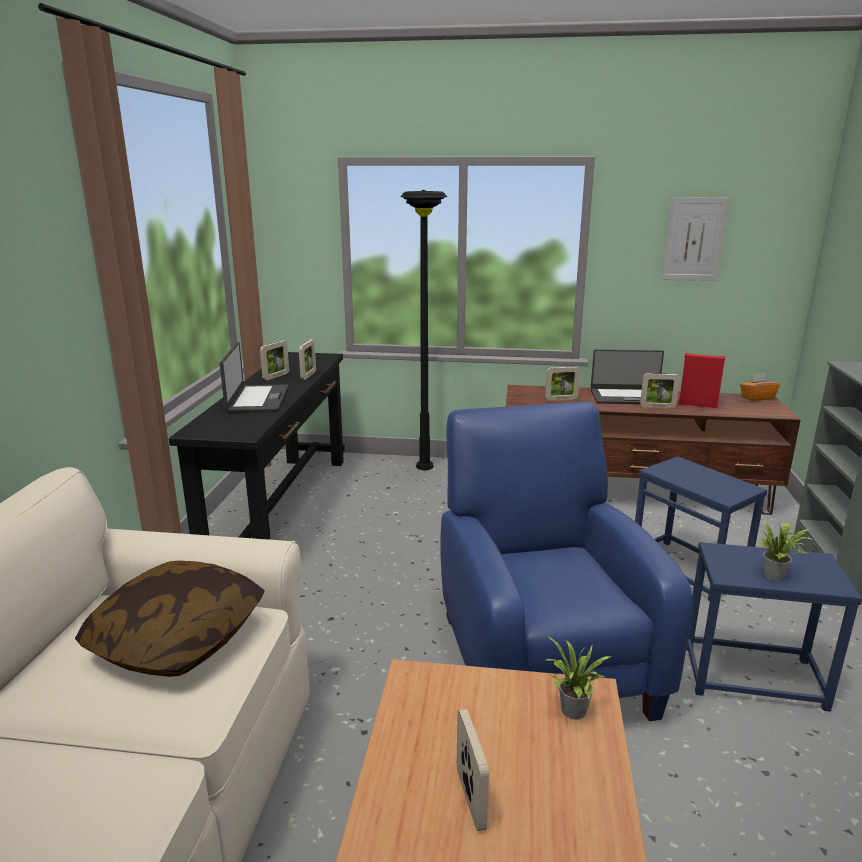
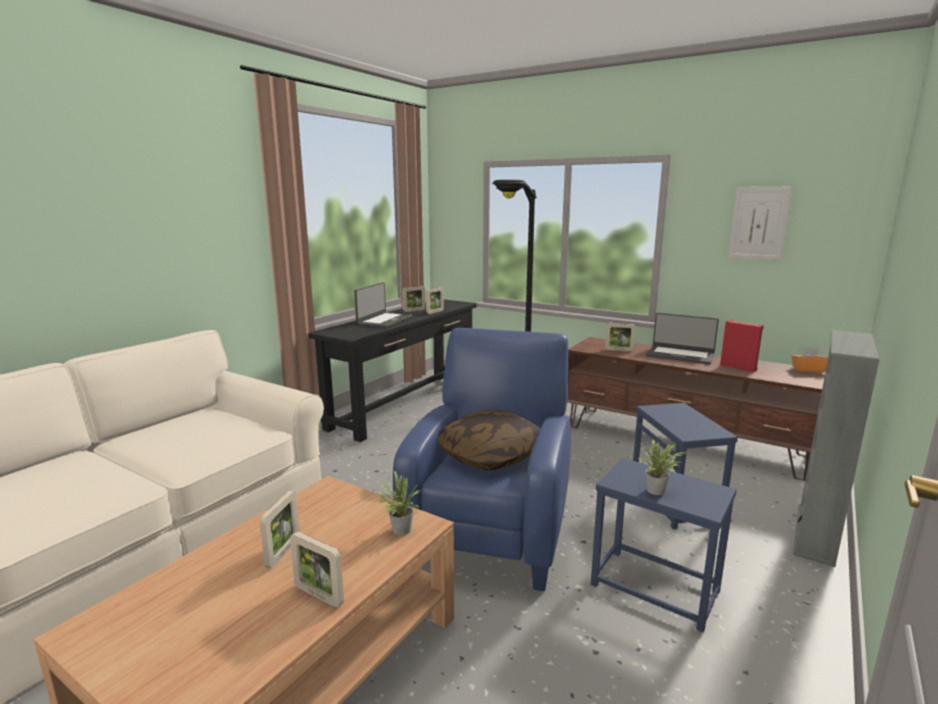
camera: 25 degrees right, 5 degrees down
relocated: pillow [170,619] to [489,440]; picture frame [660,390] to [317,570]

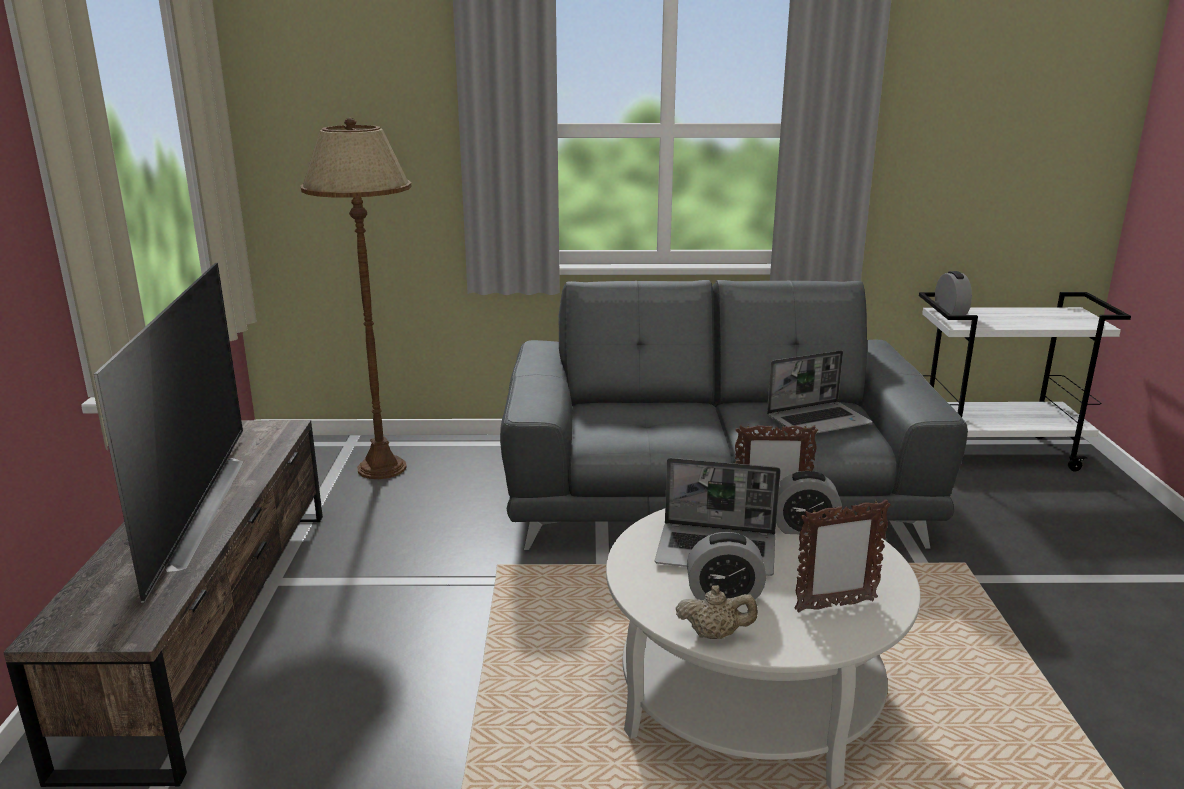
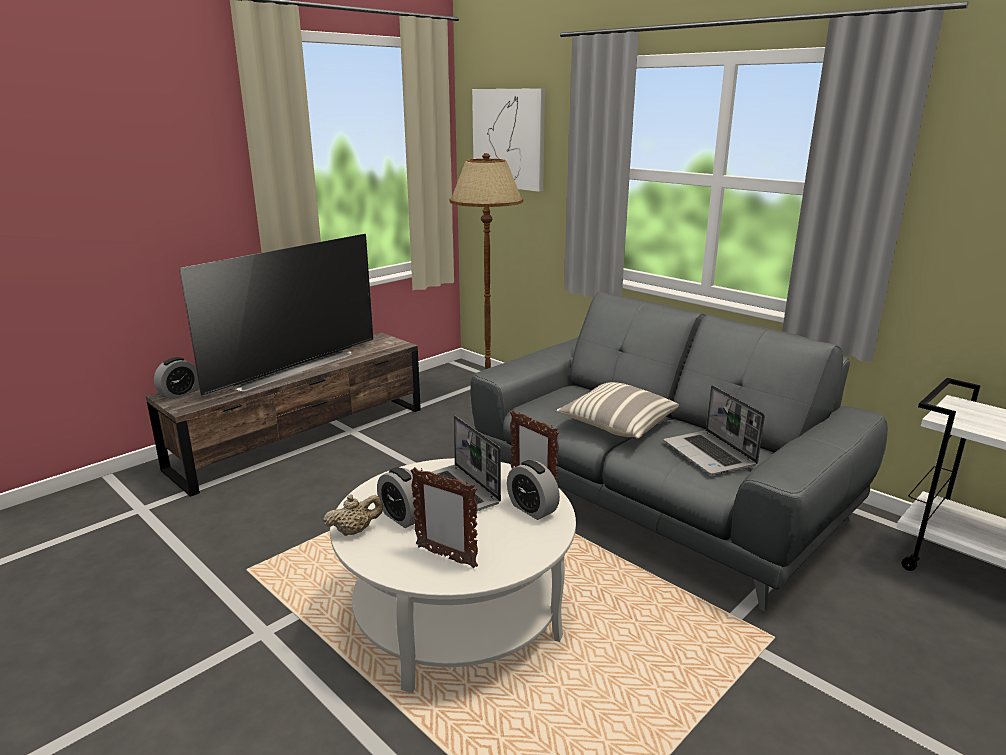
camera: 45 degrees right, 0 degrees up
appeared: picture [508,140]; pillow [617,410]
relocated: alarm clock [953,293] to [176,378]
spun: teapot (beige) [717,612] = [353,515] 75 degrees counterclockwise; laptop [819,392] = [714,430] 45 degrees clockwise

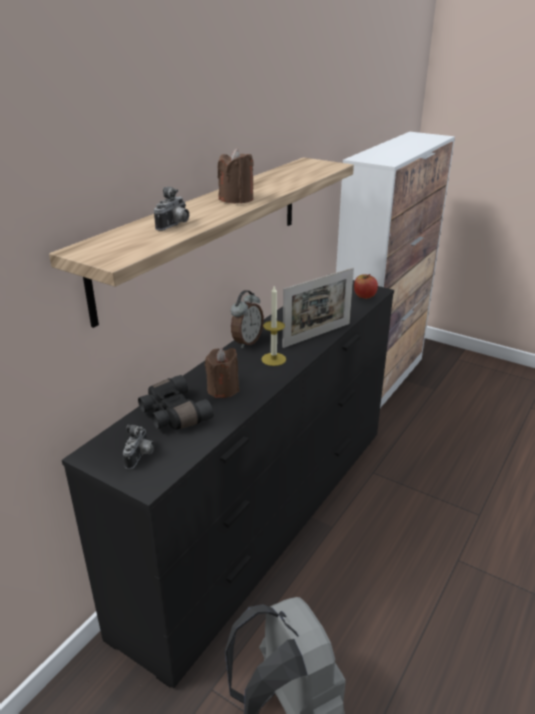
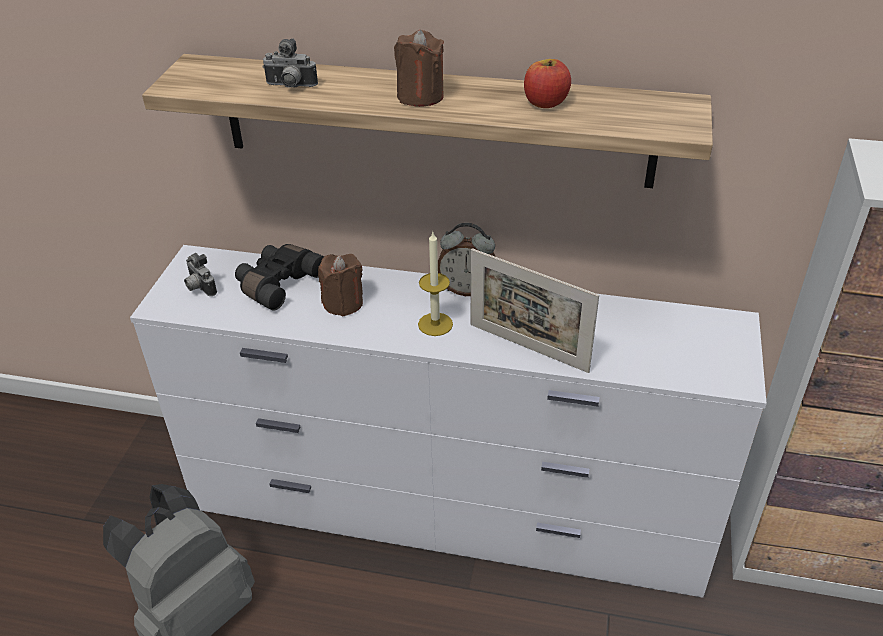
camera: 70 degrees right, 10 degrees up
relocated: apple [366,286] to [547,83]
colour: dresser (black) [228,481] to dresser (white) [448,421]
spun: photo camera [138,447] = [200,274] 60 degrees clockwise

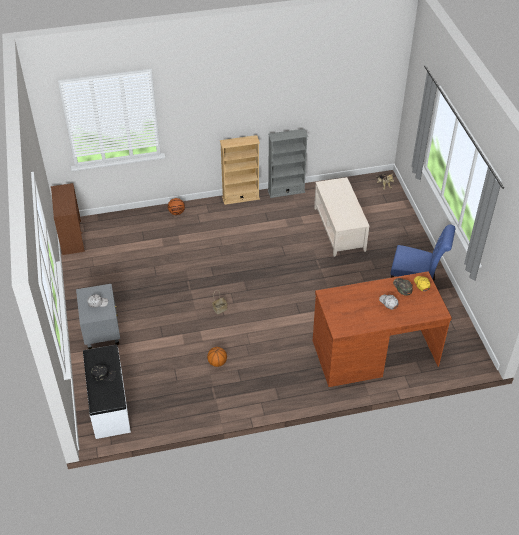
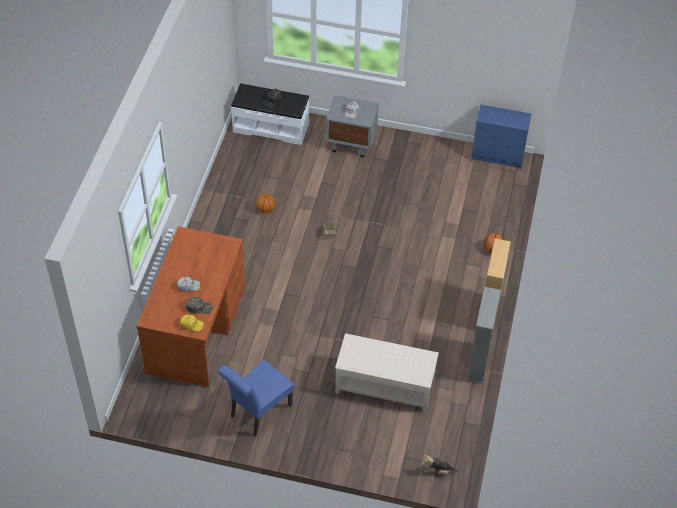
camera: 115 degrees right, 5 degrees up
colour: dresser (brown) [68,219] to dresser (blue) [501,137]

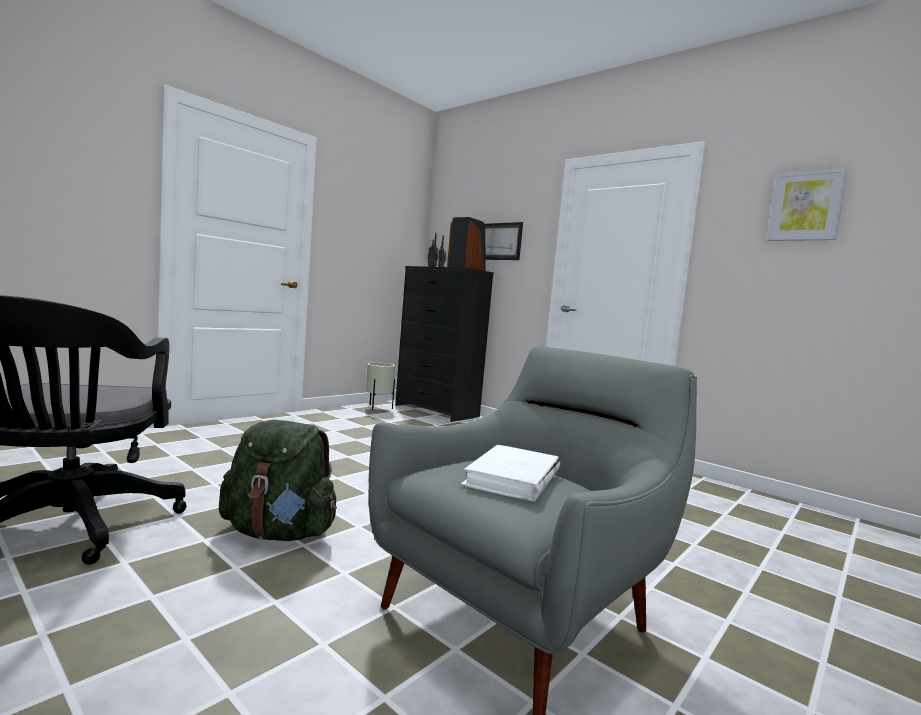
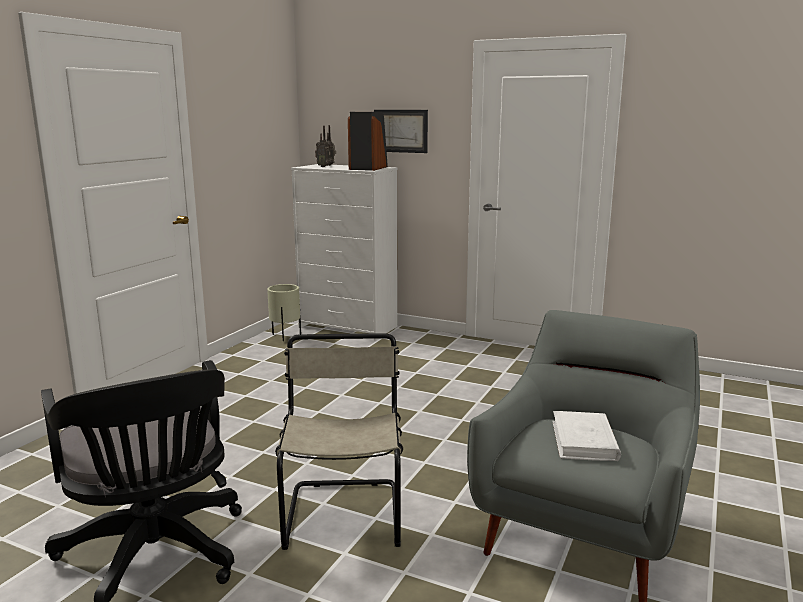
camera: 15 degrees left, 10 degrees up
missing: picture [807,204]
exchanged: backpack (green) [278,480] to chair (beige) [339,441]
colour: dresser (black) [444,344] to dresser (white) [344,252]

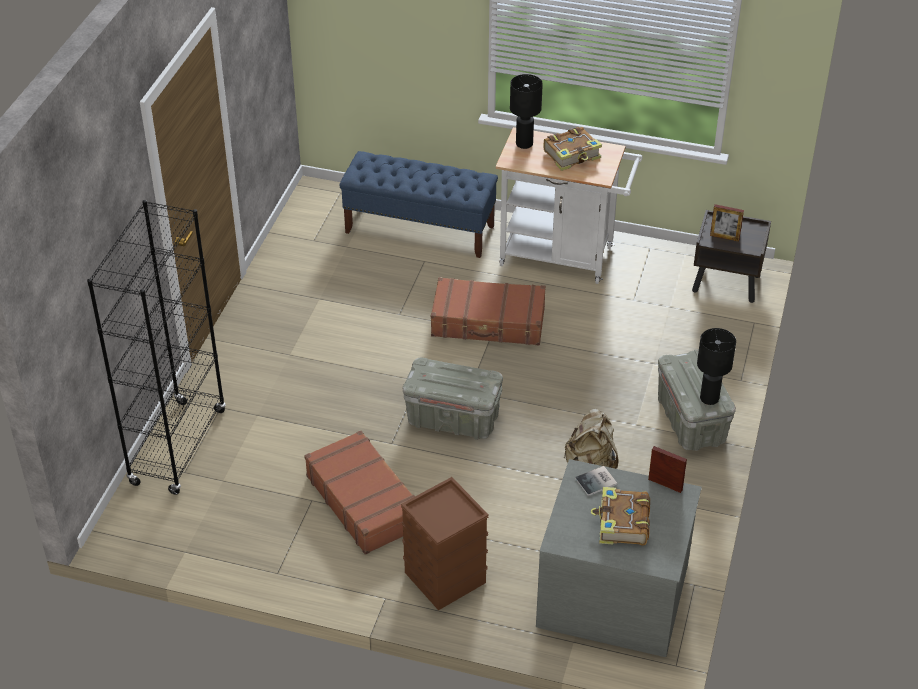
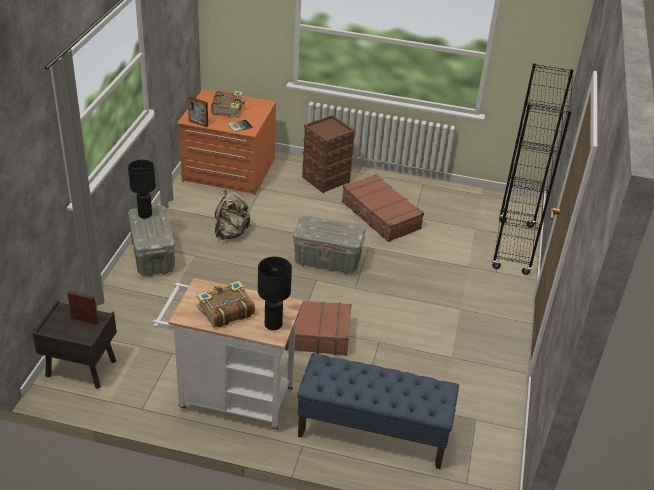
camera: 175 degrees right, 5 degrees down
colour: dresser (grey) [619,558] to dresser (orange) [226,142]

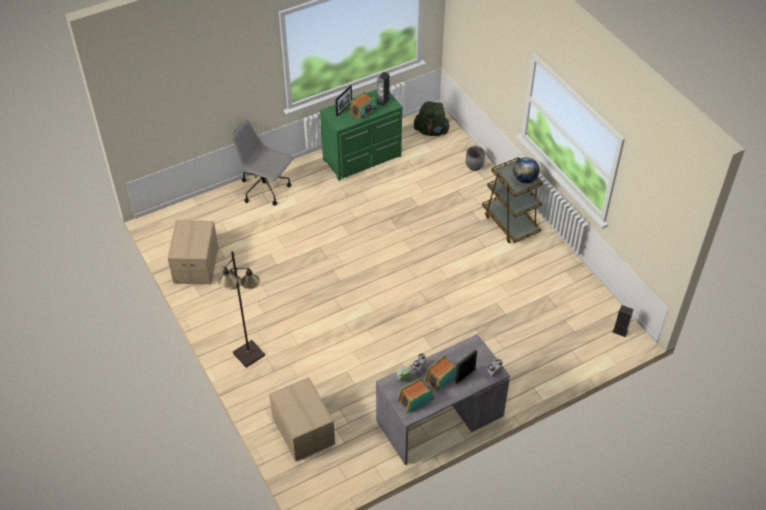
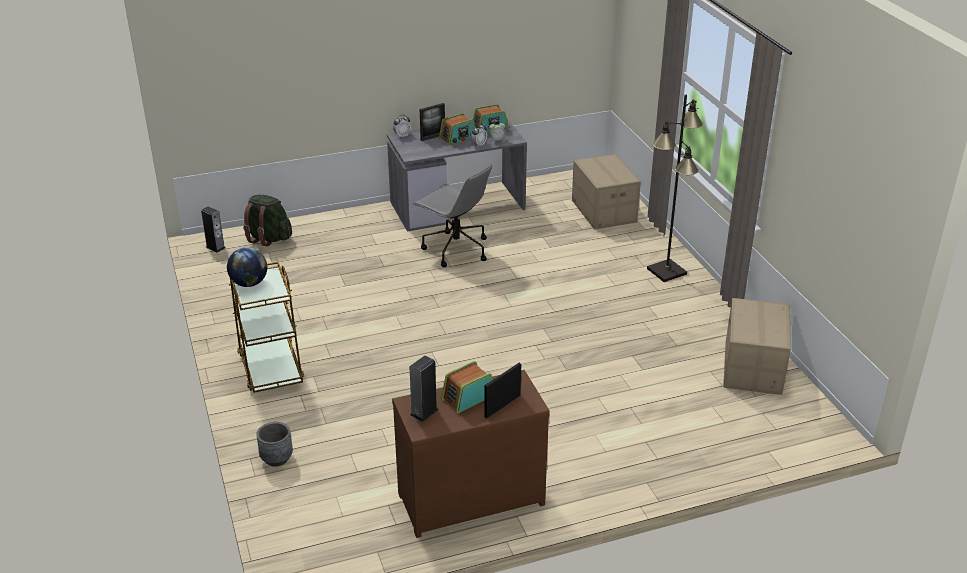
camera: 170 degrees left, 15 degrees down
relocated: office chair (grey) [263,163] to [452,215]; backpack (green) [432,118] to [267,221]
colour: dresser (green) [361,135] to dresser (brown) [471,454]

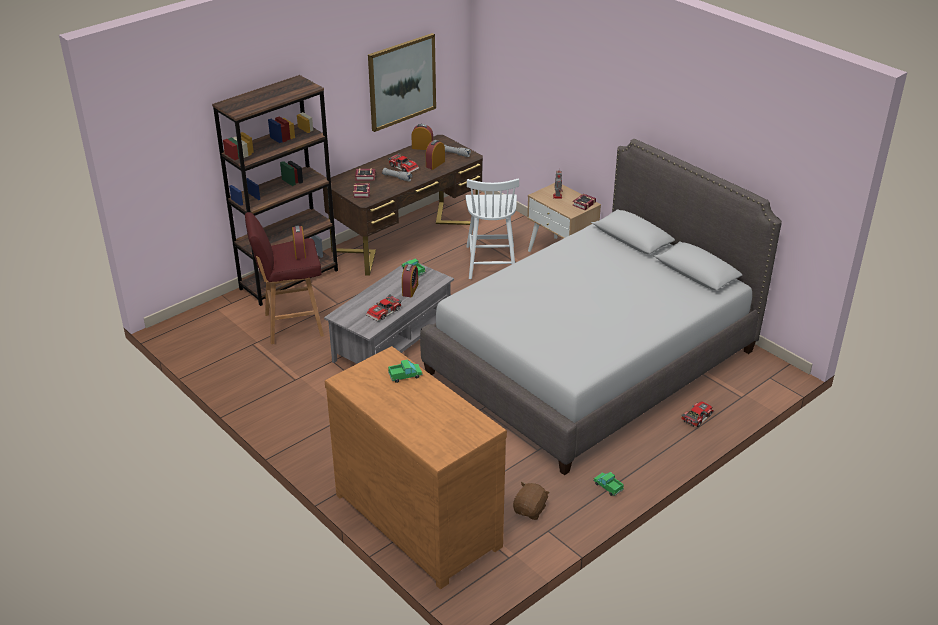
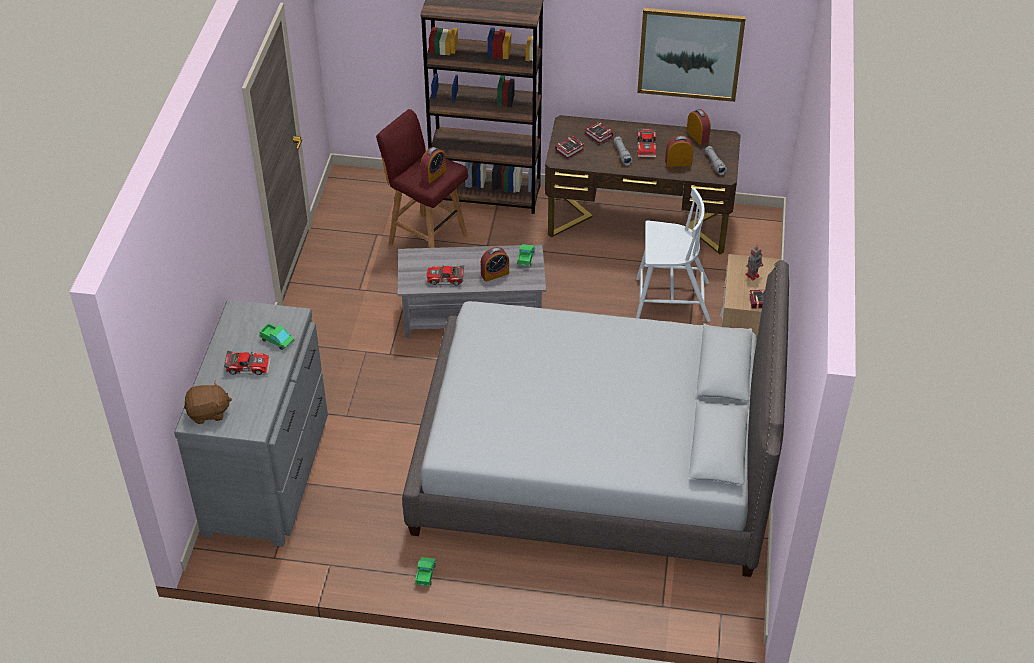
camera: 50 degrees right, 10 degrees up
relocated: plush toy (brown) [531,501] to [208,402]; toy car [697,414] to [247,363]
colour: dresser (brown) [416,467] to dresser (grey) [251,423]
spun: chair (white) [492,228] = [673,255] 135 degrees counterclockwise

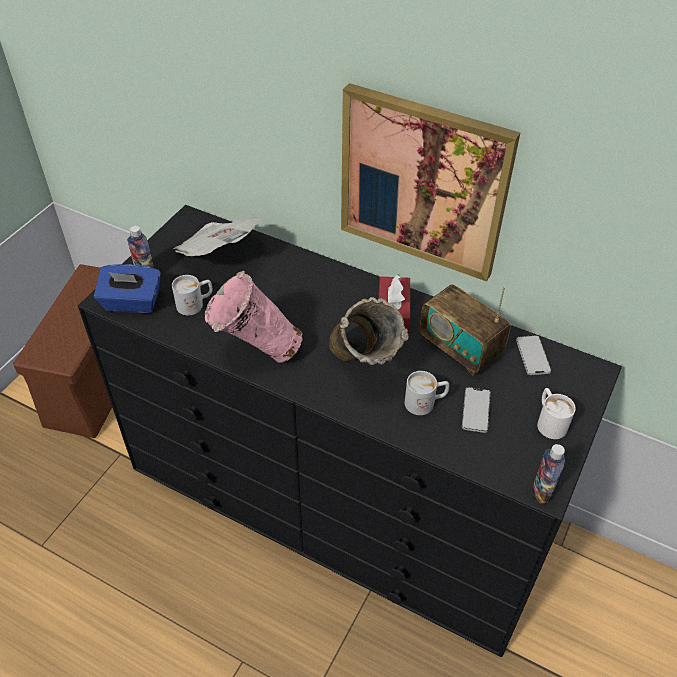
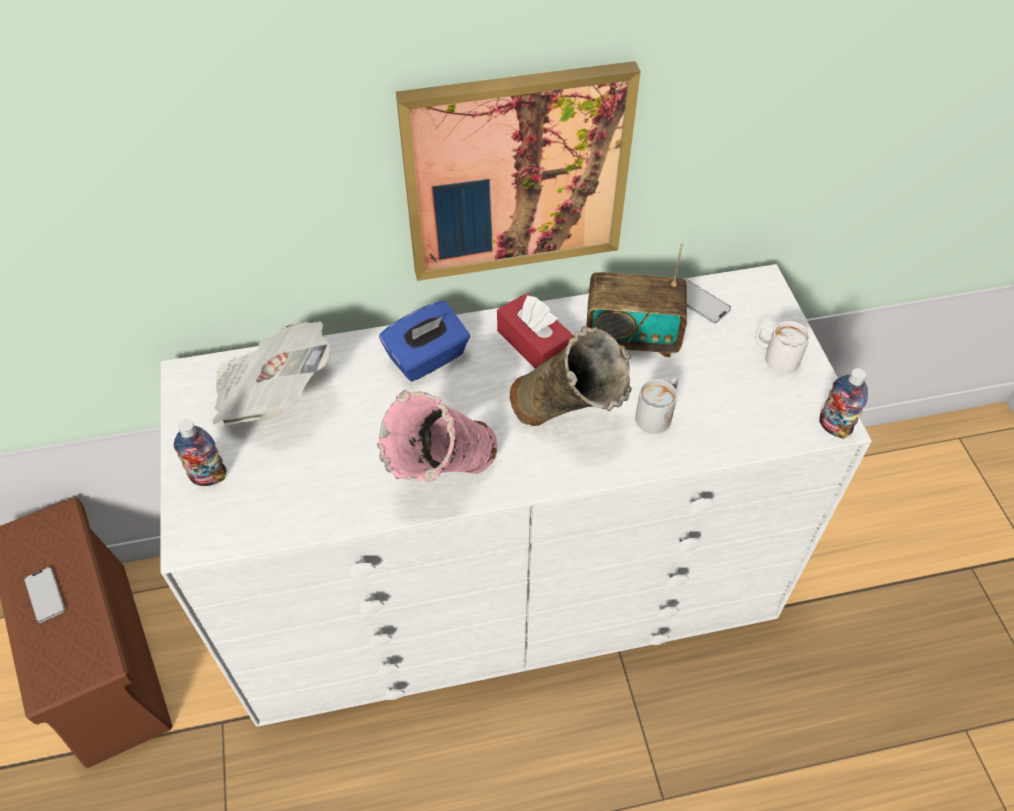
camera: 40 degrees left, 5 degrees up
missing: mug (white) [192,295]
relocated: tissue box (blue) [127,288] to [424,341]; phone [476,410] to [44,595]
colour: dresser (black) [350,431] to dresser (white) [516,495]

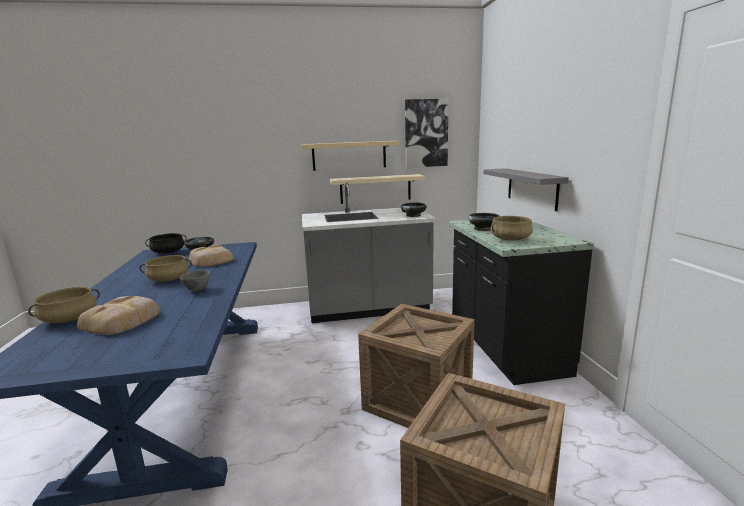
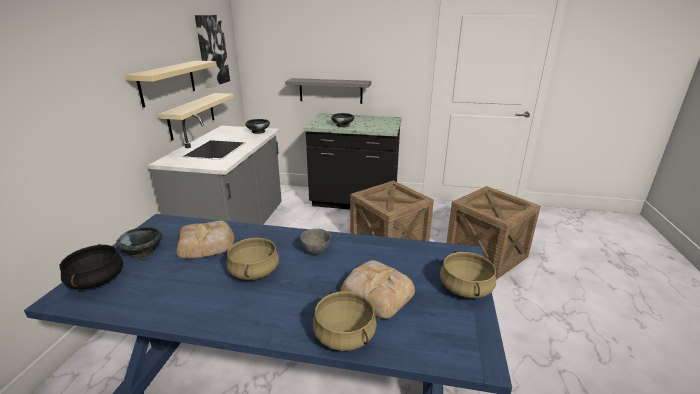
camera: 70 degrees left, 10 degrees up
relocated: cooking pot (beige) [511,228] to [468,274]

